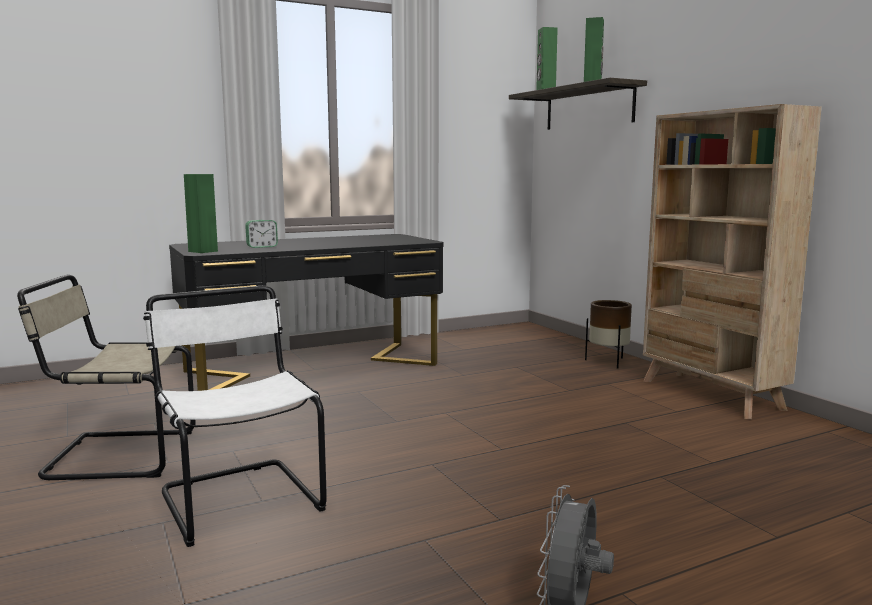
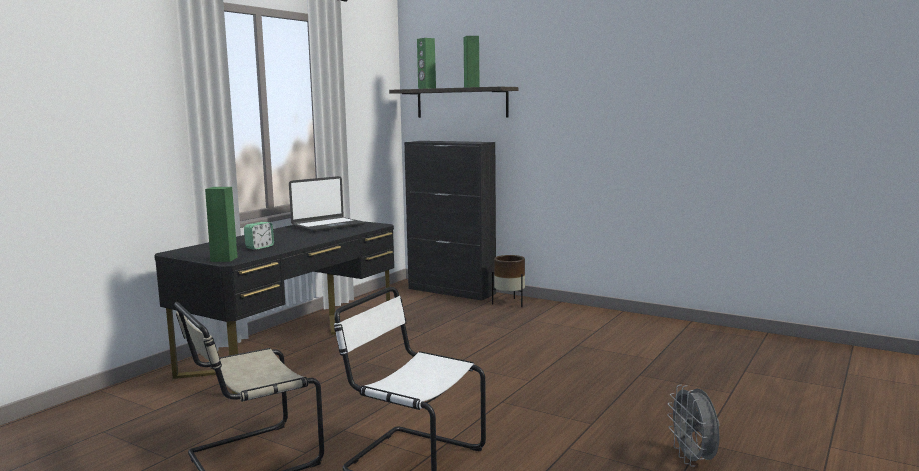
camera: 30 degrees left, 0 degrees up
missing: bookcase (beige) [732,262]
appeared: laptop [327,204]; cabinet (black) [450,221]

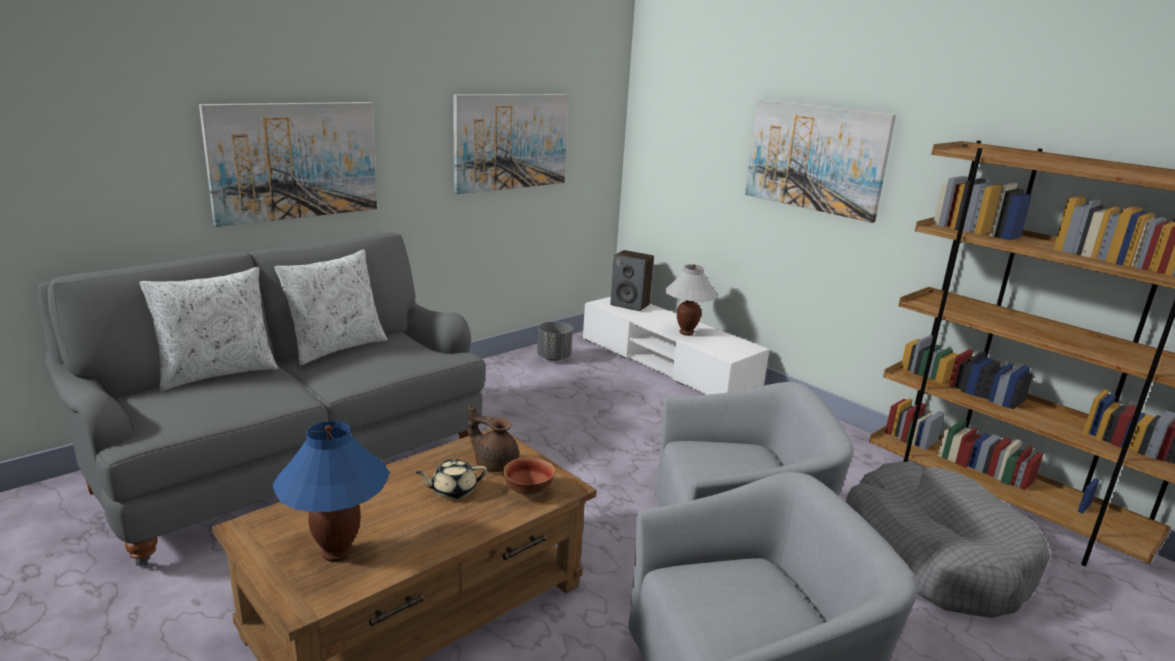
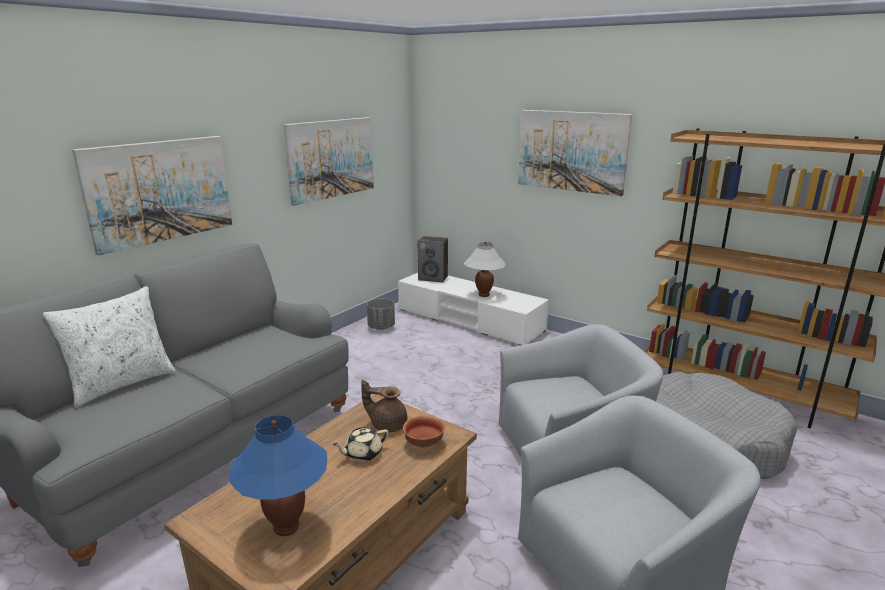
camera: 10 degrees left, 0 degrees up
missing: pillow (white) [331,307]

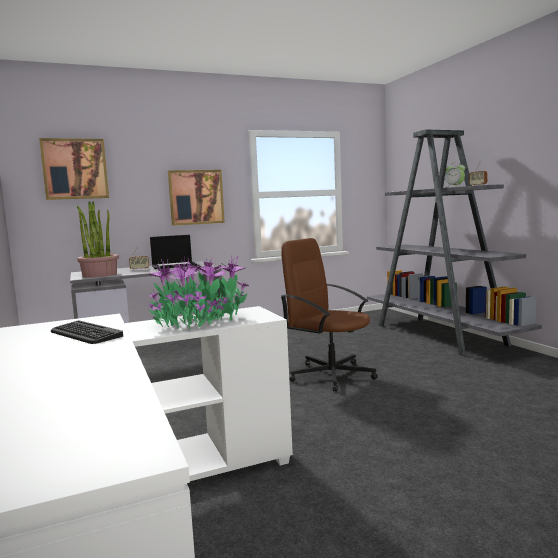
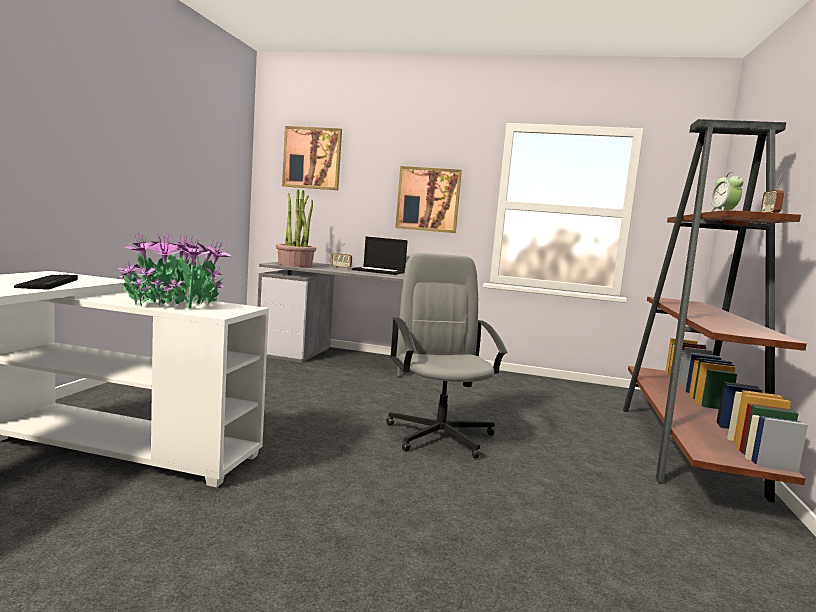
camera: 35 degrees right, 0 degrees up
colour: office chair (brown) [329,315] to office chair (grey) [447,355]; bookcase (grey) [454,243] to bookcase (brown) [715,310]

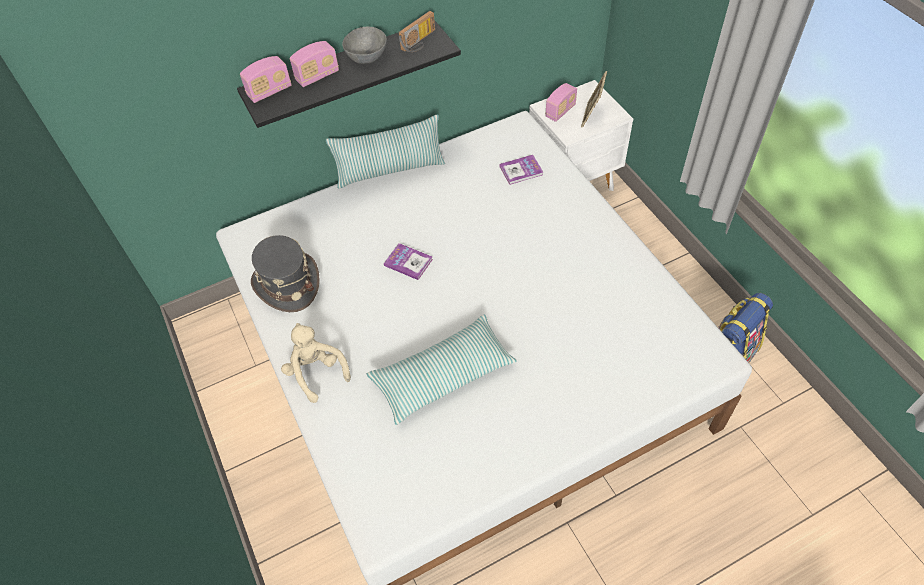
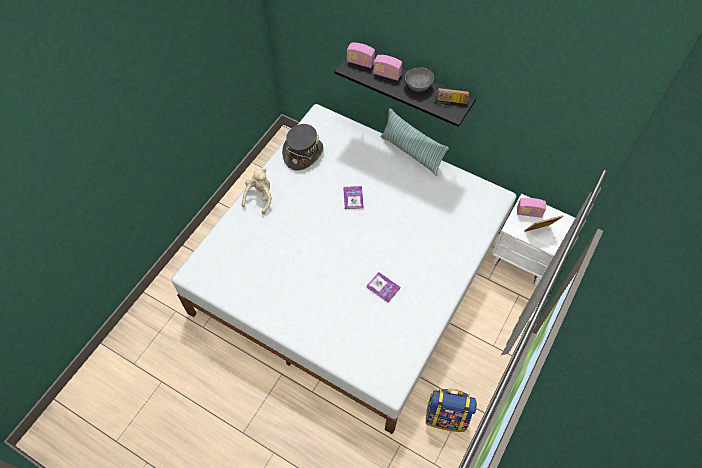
camera: 55 degrees right, 5 degrees up
missing: pillow [442,370]
relocated: book [521,170] to [383,287]

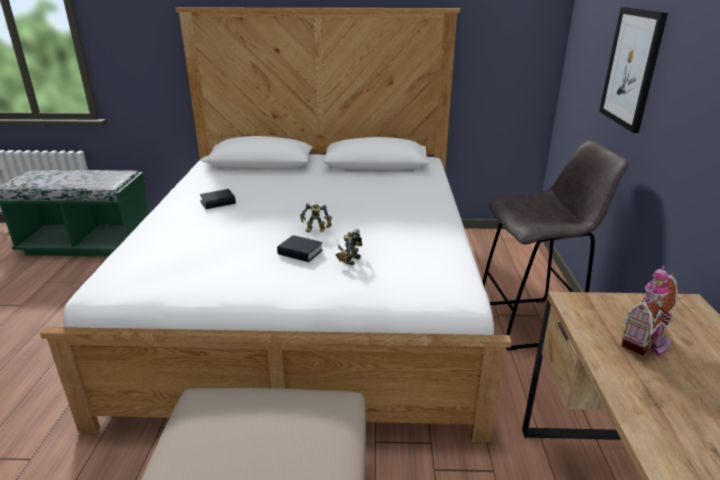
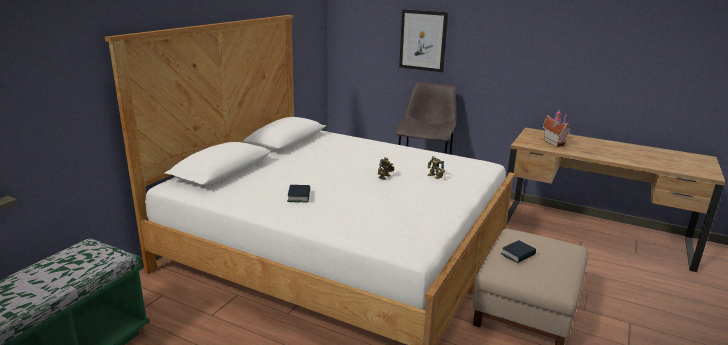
camera: 65 degrees left, 5 degrees down
relocated: book [300,248] to [518,251]

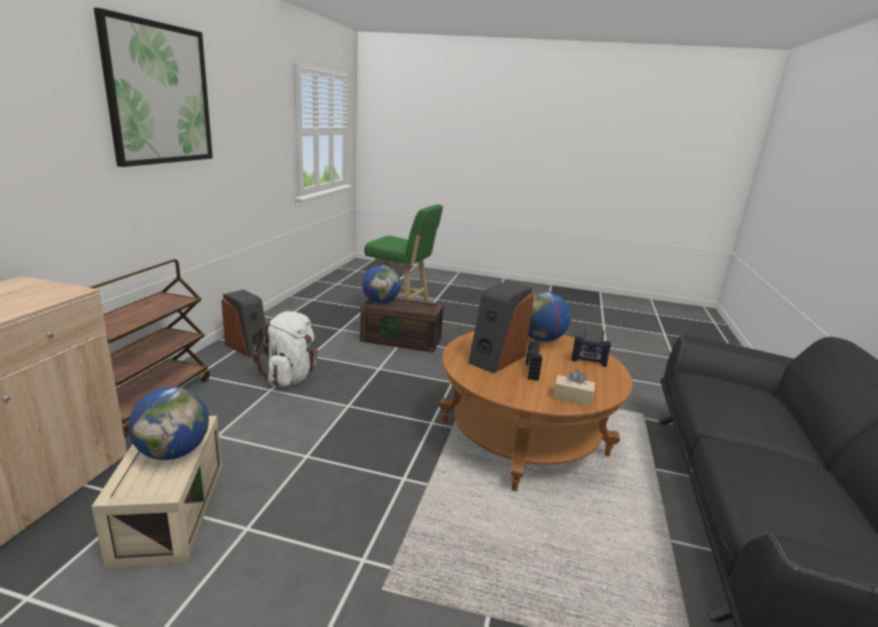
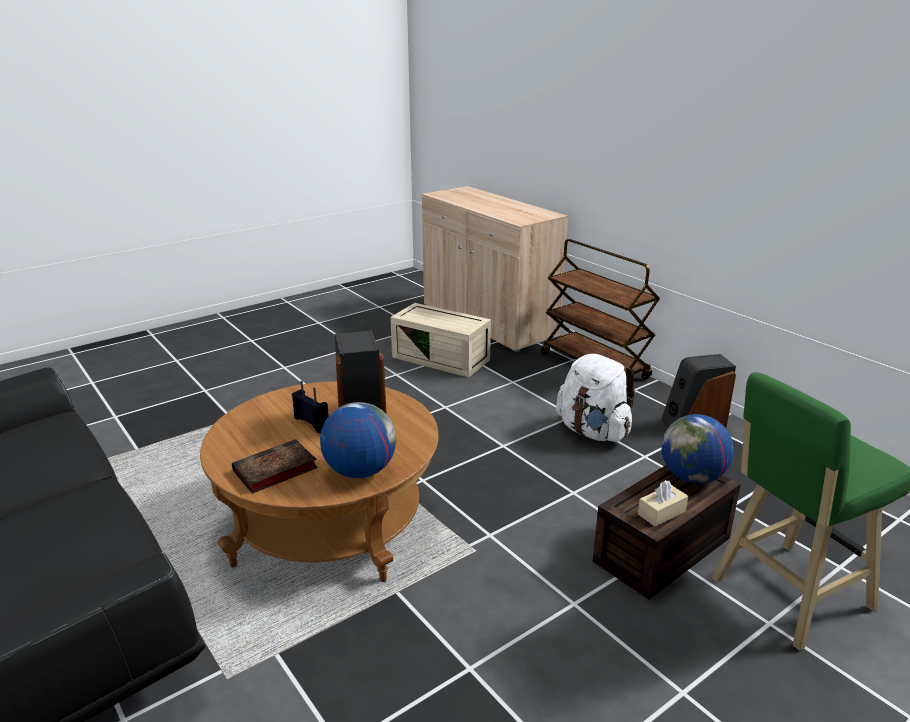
camera: 130 degrees right, 5 degrees up
missing: picture [153,87]; globe [168,423]
relocated: tissue box (beige) [574,387] to [663,503]
exchanged: radio [591,347] to book [275,466]

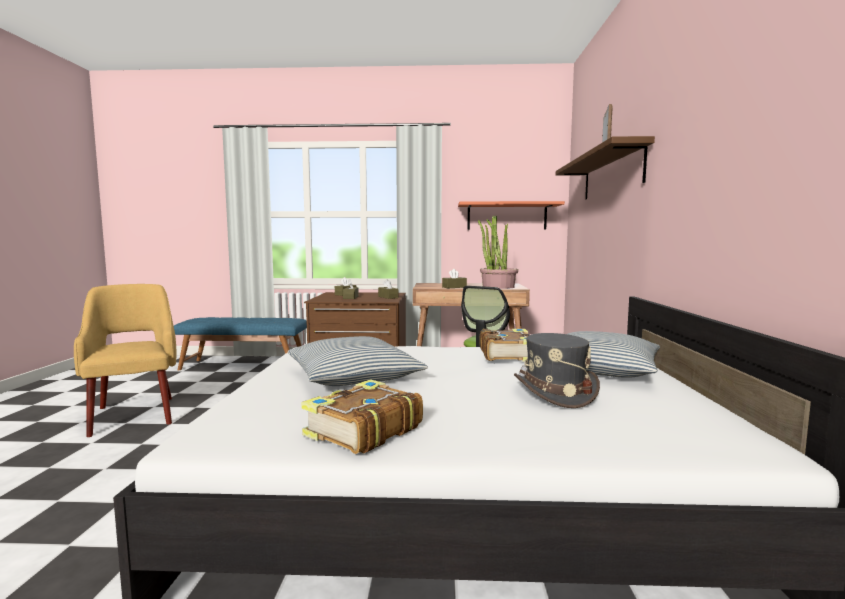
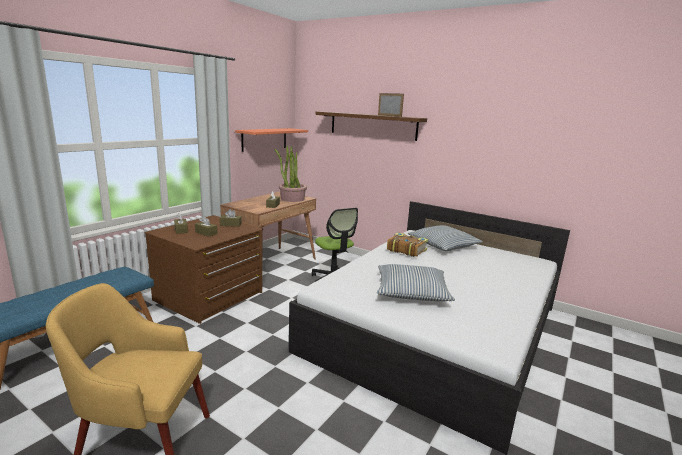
camera: 60 degrees left, 10 degrees up
missing: book [362,416]; hat (grey) [557,370]

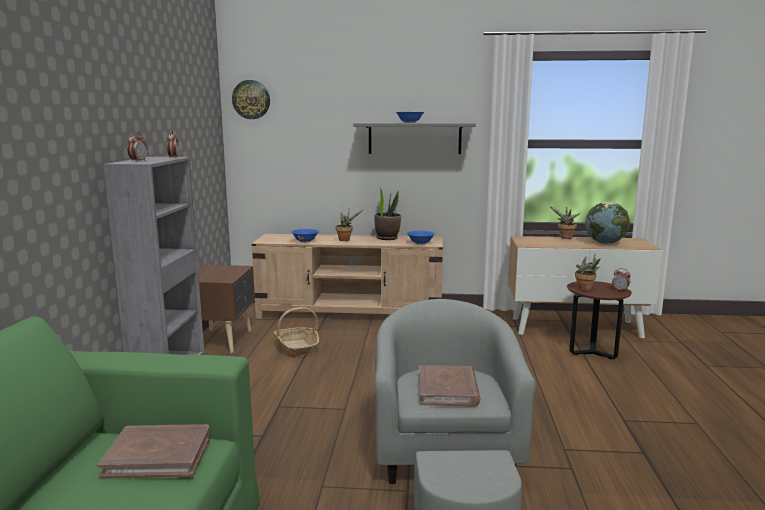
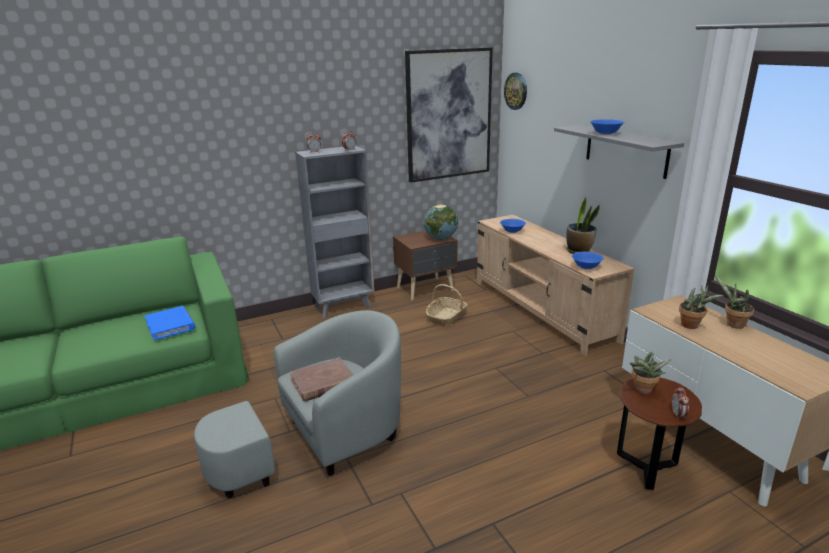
camera: 60 degrees right, 10 degrees up
appeared: picture [449,115]
relocated: potted plant [350,225] to [701,307]; globe [607,223] to [441,222]
colour: book (brown) [153,451] to book (blue) [170,323]

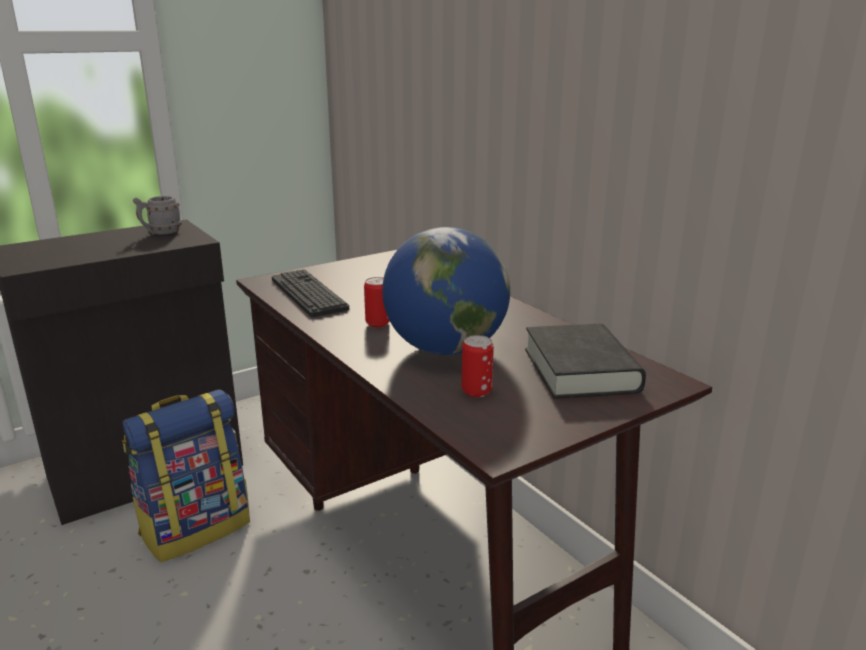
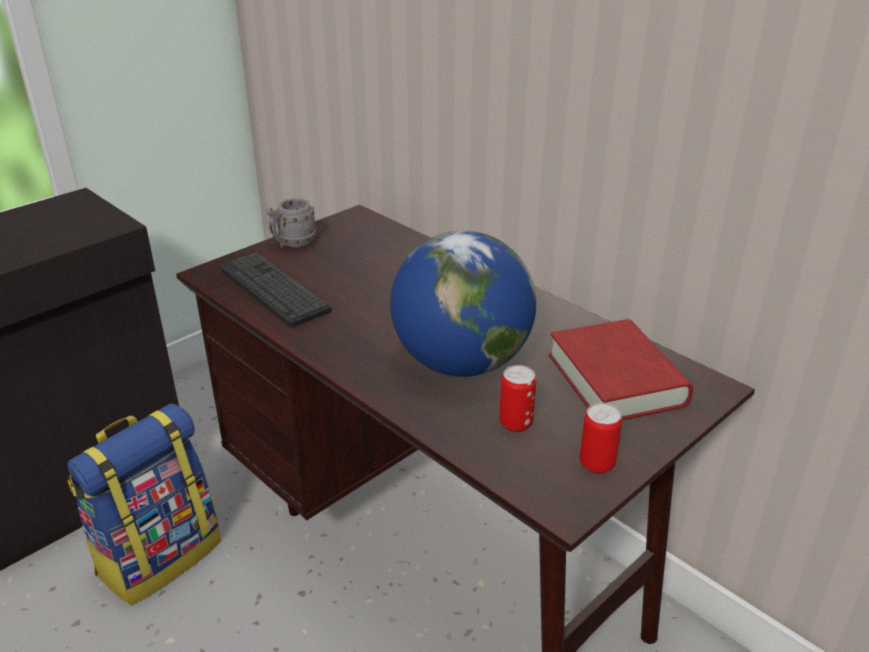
camera: 10 degrees left, 10 degrees up
relocated: mug (grey) [157,215] to [291,223]; can [377,302] to [601,438]
colour: book (black) [585,361] to book (red) [621,369]

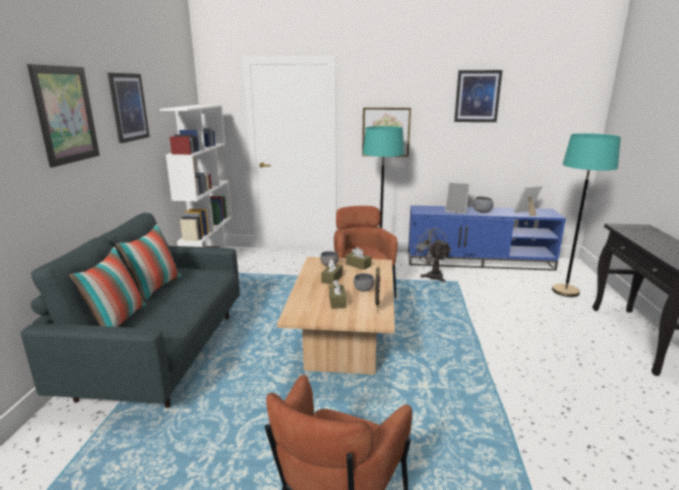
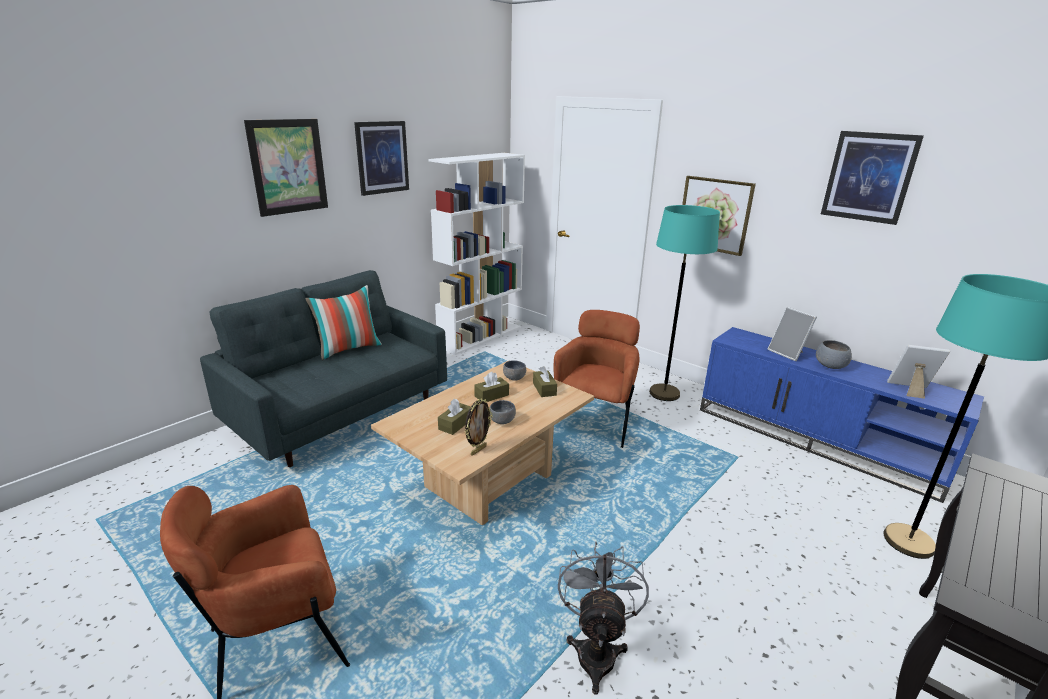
camera: 35 degrees right, 5 degrees up
missing: pillow [107,287]
relocated: fan (grey) [432,254] to [603,618]

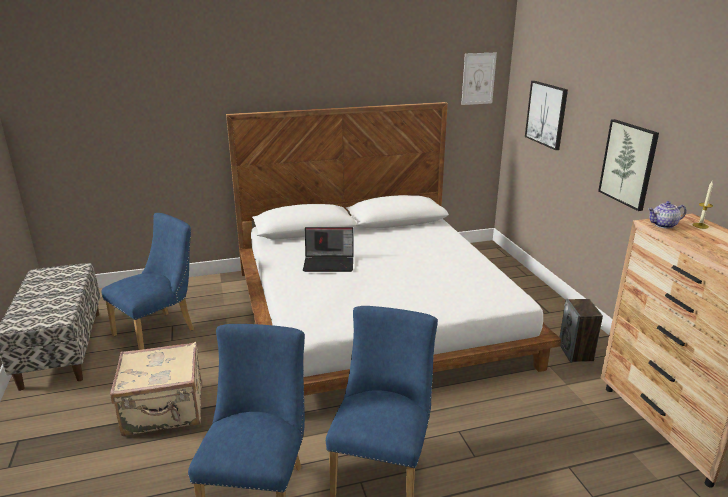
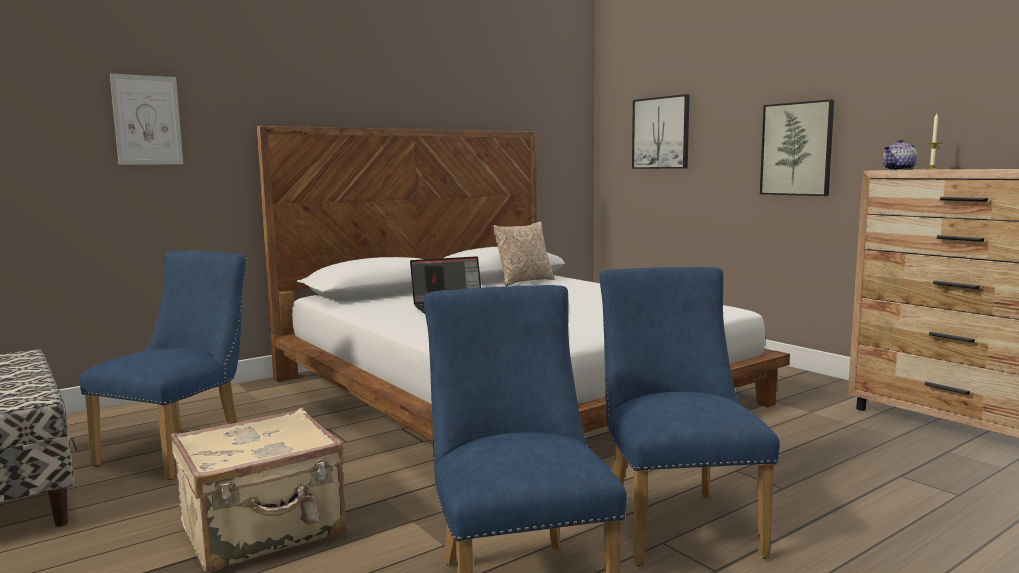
camera: 20 degrees left, 15 degrees down
missing: speaker [581,330]
appeared: pillow [523,253]
relocated: picture [479,79] to [146,119]

